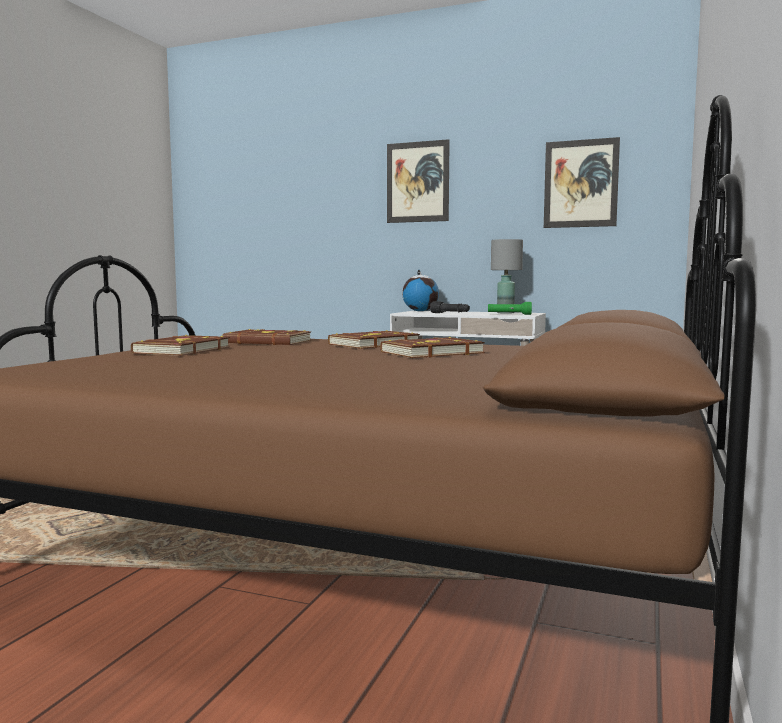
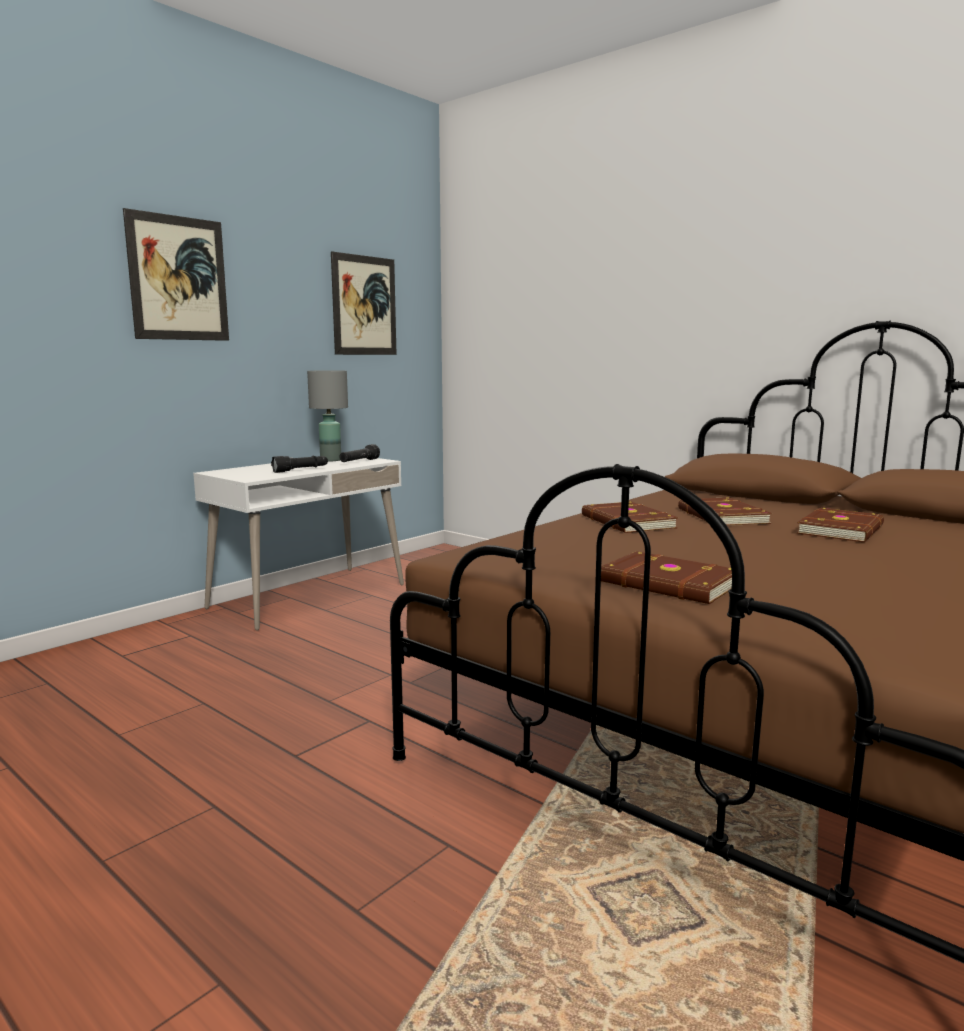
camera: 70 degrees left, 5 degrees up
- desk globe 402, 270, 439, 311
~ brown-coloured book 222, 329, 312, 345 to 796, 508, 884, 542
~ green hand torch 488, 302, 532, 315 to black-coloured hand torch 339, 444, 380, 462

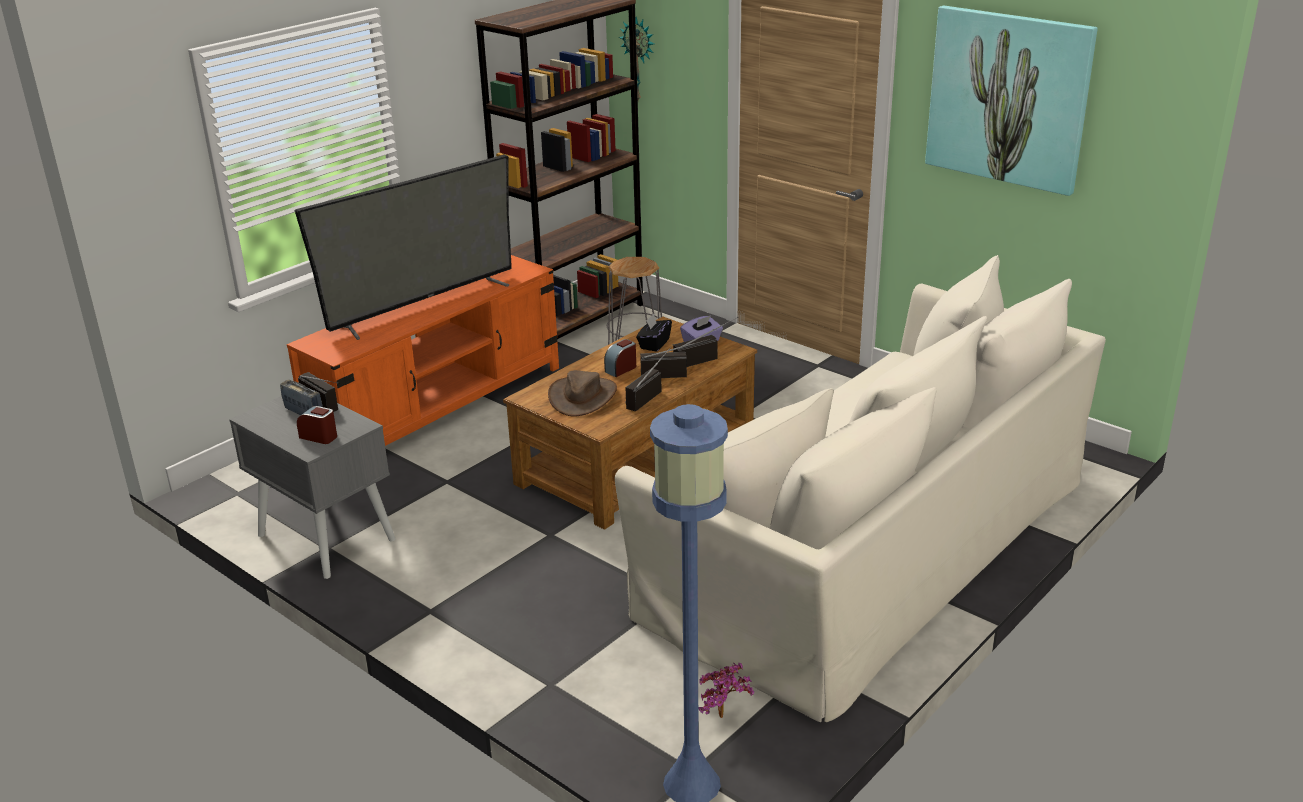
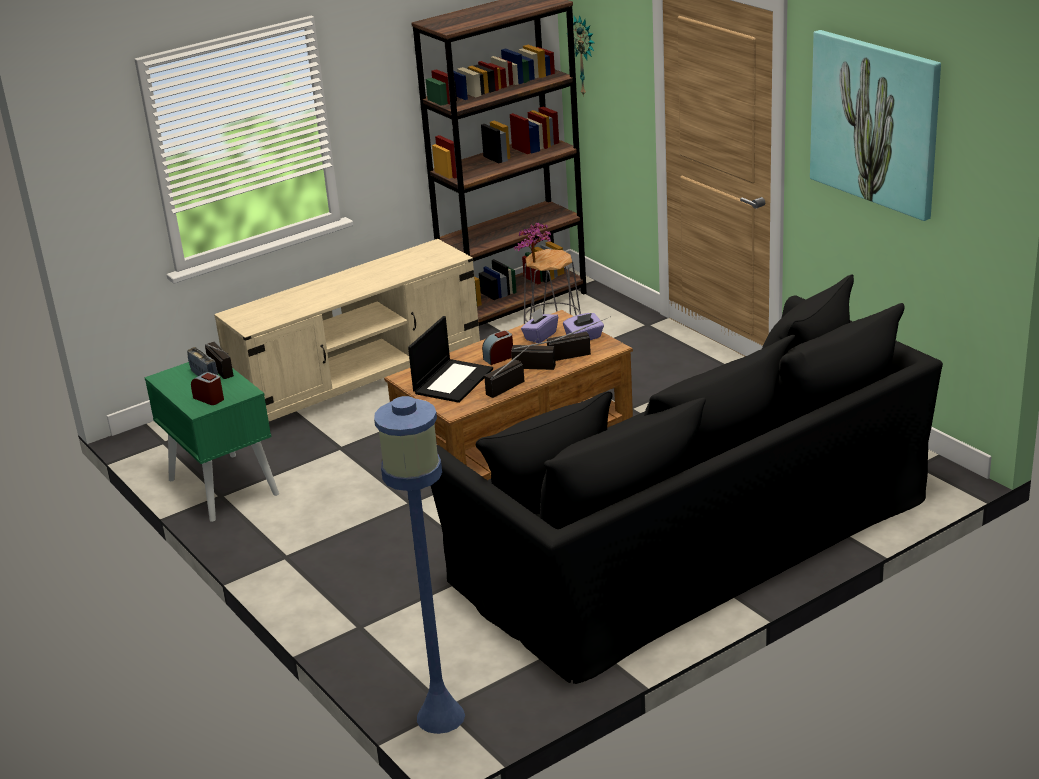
camera: 15 degrees right, 0 degrees up
- TV set 295, 155, 512, 340
~ houseplant 698, 663, 754, 718 to 514, 222, 551, 263
~ brown-coloured hat 548, 370, 617, 417 to laptop 408, 316, 493, 403
~ greyish night table 229, 396, 396, 579 to green night table 145, 362, 279, 522
~ orangey tv unit 287, 255, 559, 446 to beige tv unit 214, 239, 480, 421
~ beige couch 615, 255, 1106, 722 to black-coloured couch 431, 274, 943, 684
~ black-coloured box of tissues 636, 314, 672, 352 to purplish box of tissues 521, 308, 558, 343

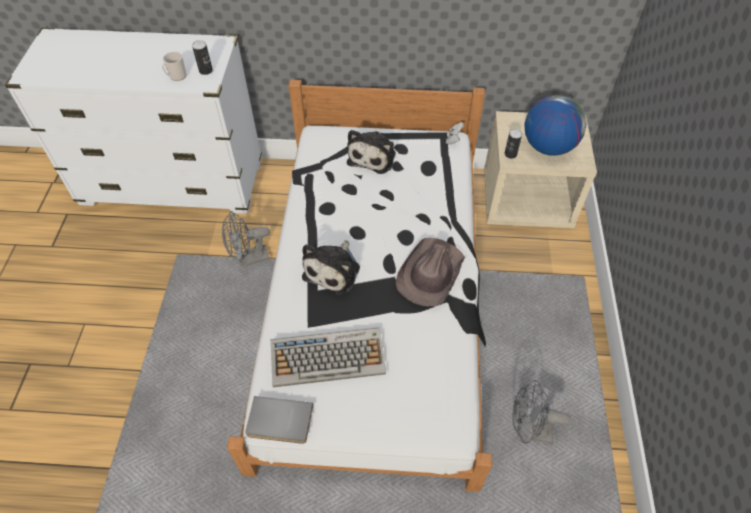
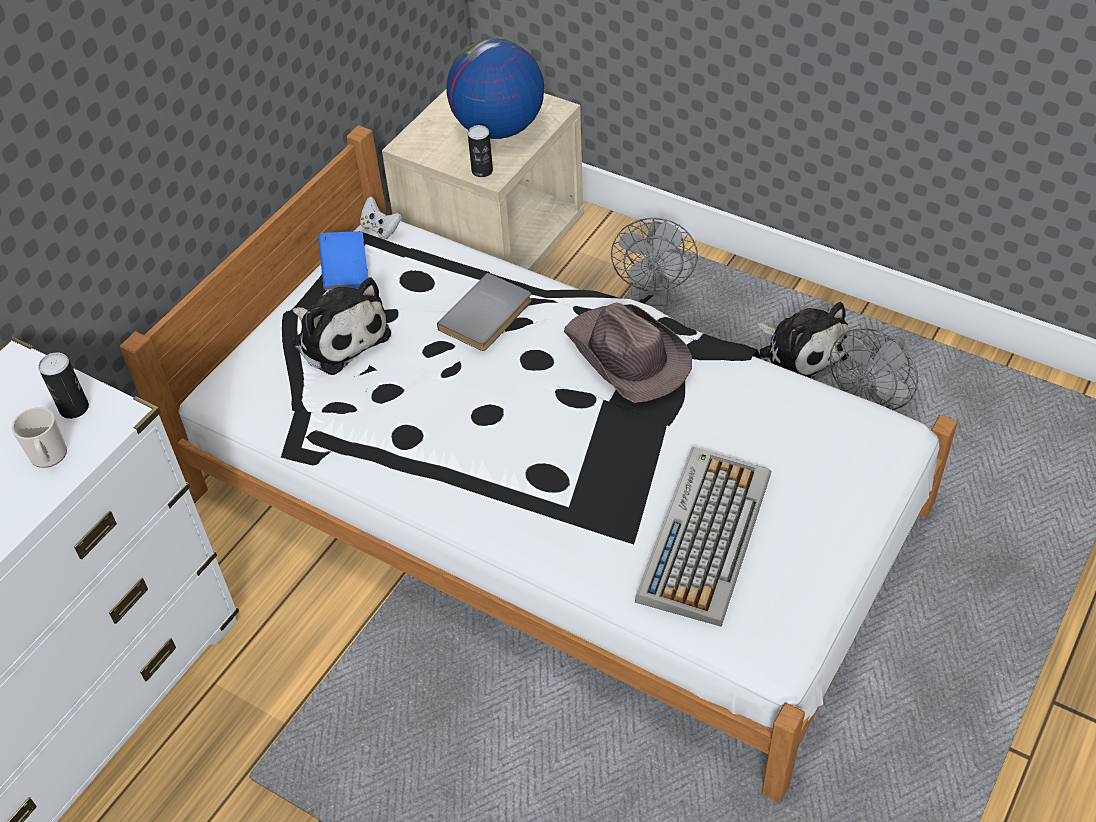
camera: 60 degrees left, 5 degrees down
+ blue book 318, 231, 368, 291
~ greyish electric fan 222, 211, 270, 267 to 611, 218, 698, 307
~ greyish book 245, 396, 313, 444 to 437, 273, 532, 351
~ plush toy 302, 240, 360, 295 to 757, 302, 849, 379

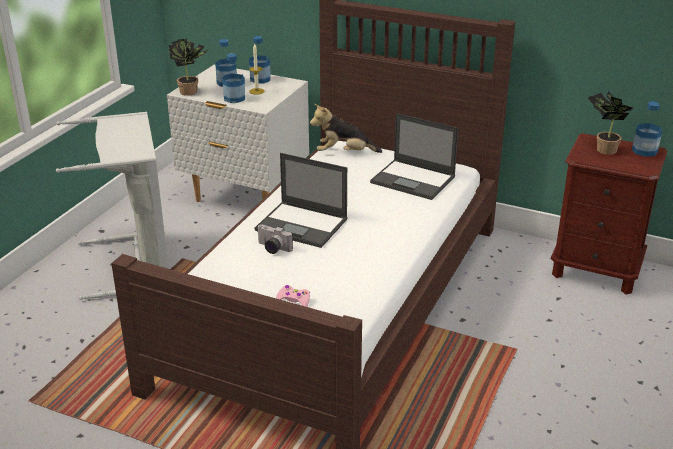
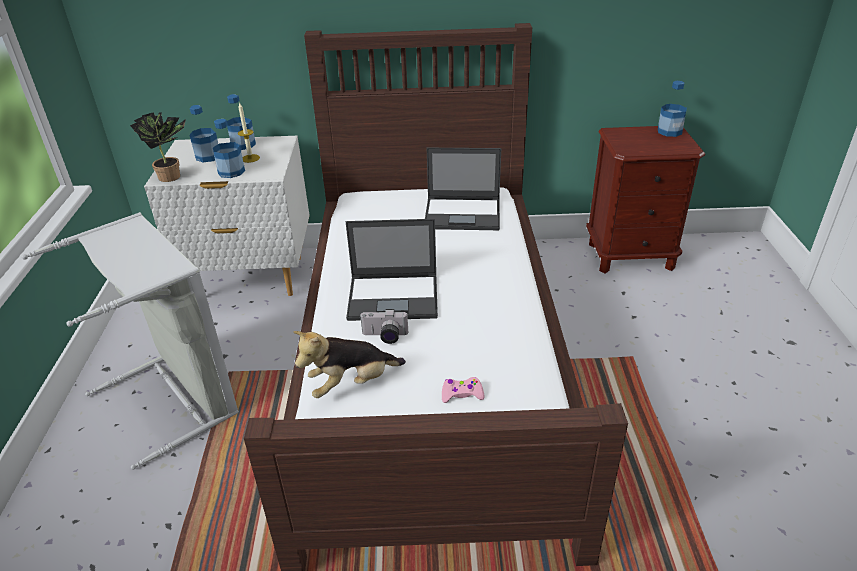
camera: 25 degrees left, 5 degrees up
- houseplant 587, 91, 633, 155
~ plush toy 310, 104, 382, 153 to 293, 331, 406, 398

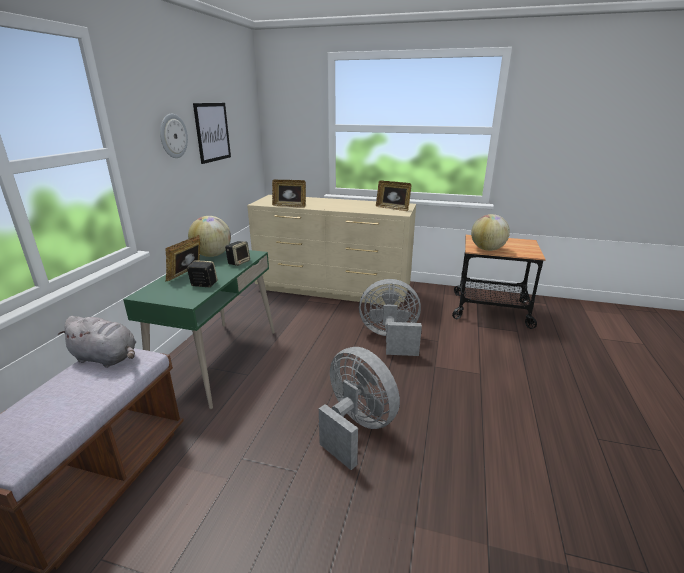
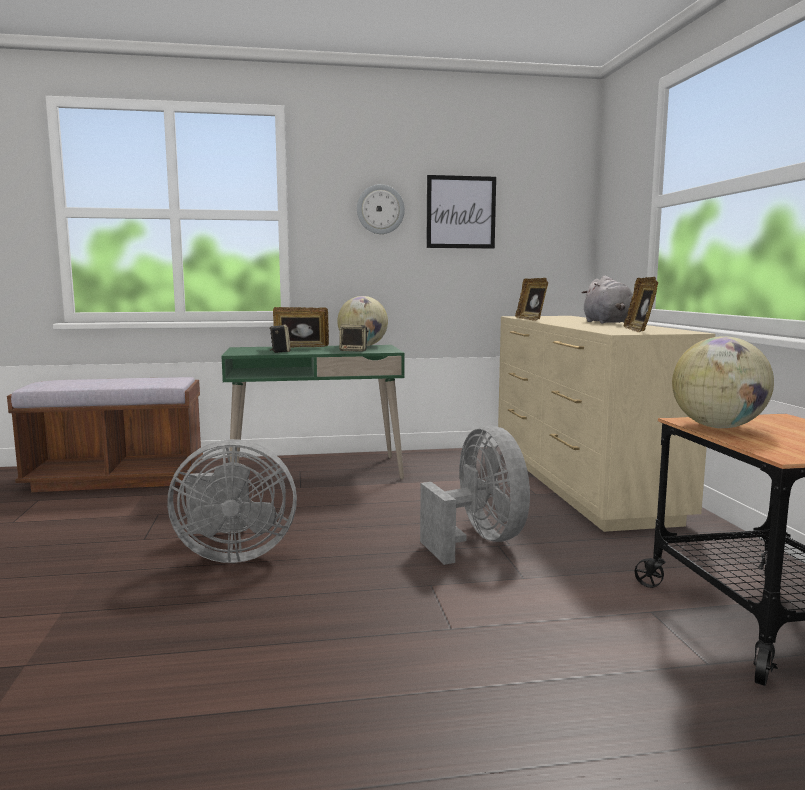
camera: 65 degrees right, 15 degrees down
~ greyish plush toy 58, 316, 136, 368 to 582, 276, 633, 324
~ greyish electric fan 319, 347, 400, 470 = 167, 439, 297, 563 60 degrees clockwise

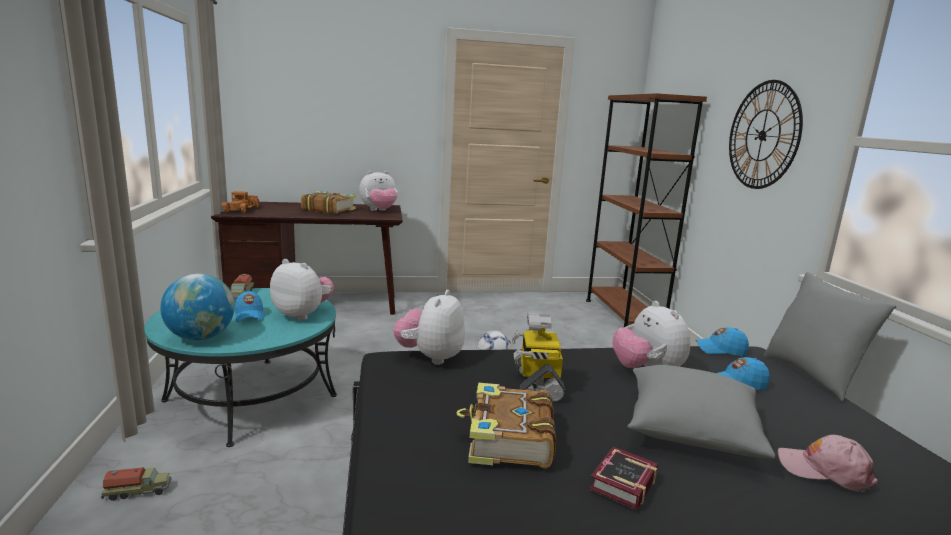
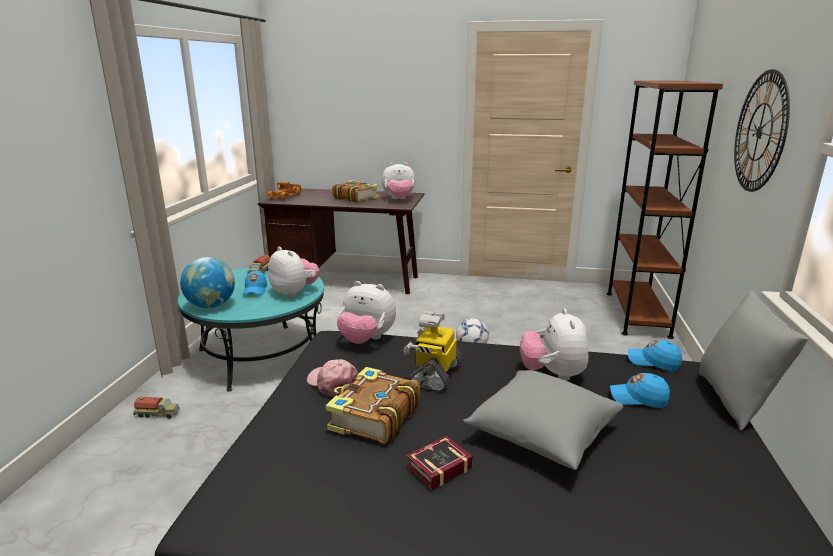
camera: 20 degrees right, 5 degrees up
~ pinkish peaked cap 778, 435, 878, 492 to 307, 359, 359, 397
~ plush toy 394, 290, 465, 365 = 337, 281, 396, 344 105 degrees counterclockwise

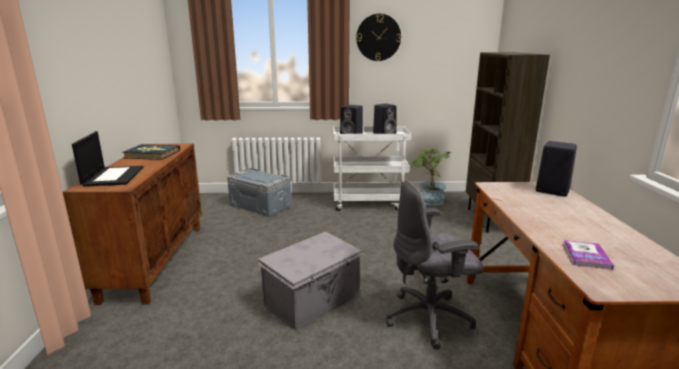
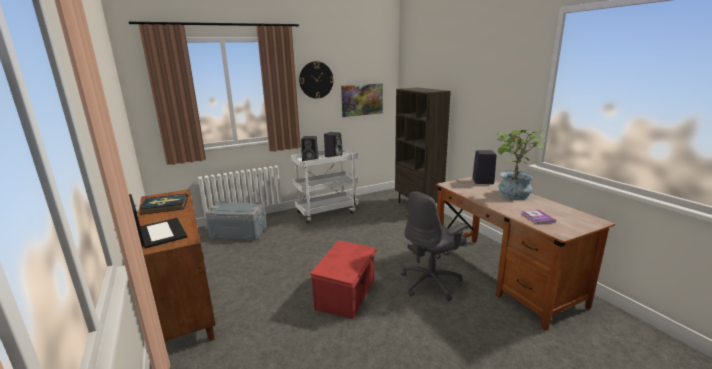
camera: 25 degrees left, 0 degrees up
+ picture 341, 83, 383, 117
~ houseplant 410, 149, 451, 206 to 496, 129, 547, 199
~ greyish storage bin 258, 231, 364, 330 to red-coloured storage bin 310, 240, 377, 319

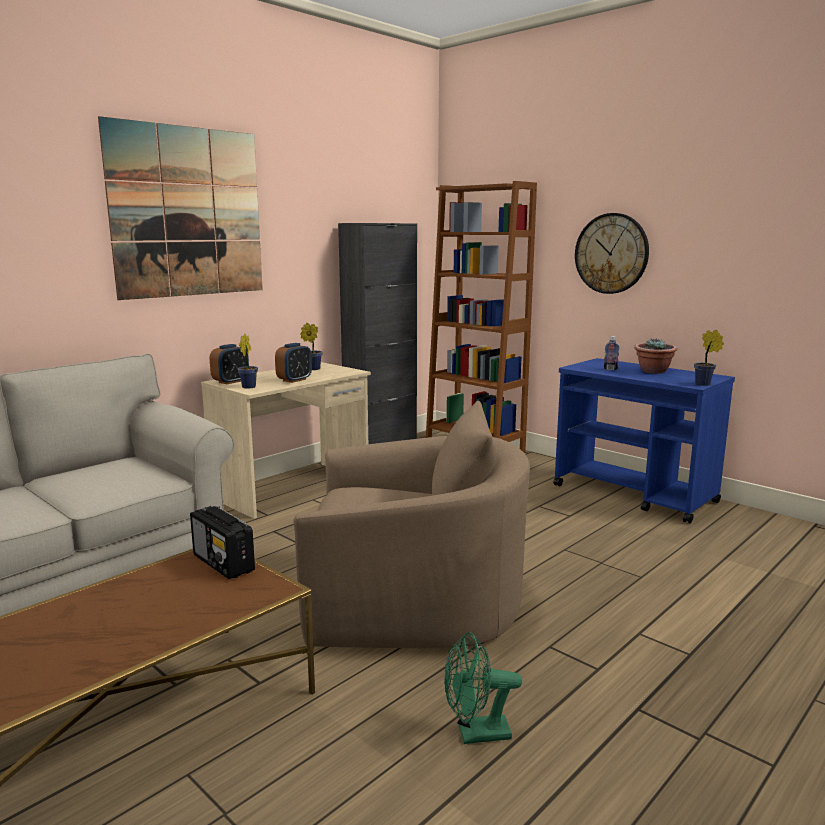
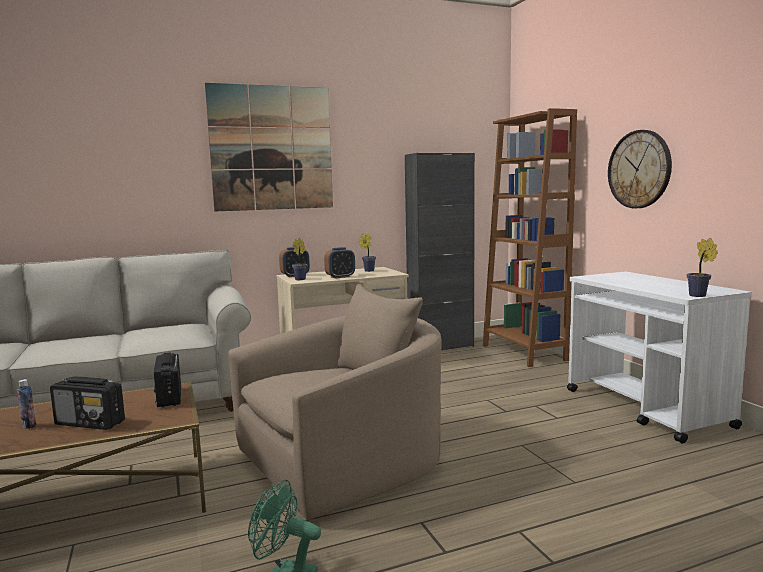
camera: 25 degrees right, 5 degrees down
- houseplant 634, 339, 678, 374
+ radio receiver 50, 376, 125, 430
~ drink bottle 603, 336, 620, 370 to 17, 379, 36, 429
~ blue trolley 553, 358, 735, 523 to whitish trolley 567, 272, 752, 444
~ beige armchair 293, 401, 530, 648 = 228, 284, 442, 520 60 degrees counterclockwise

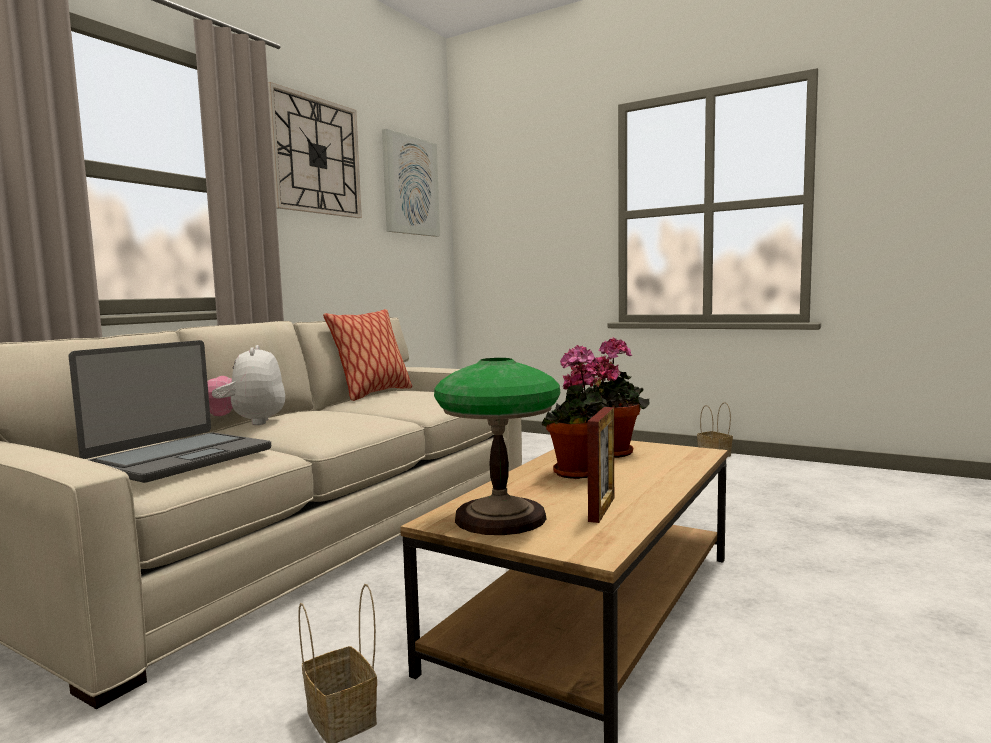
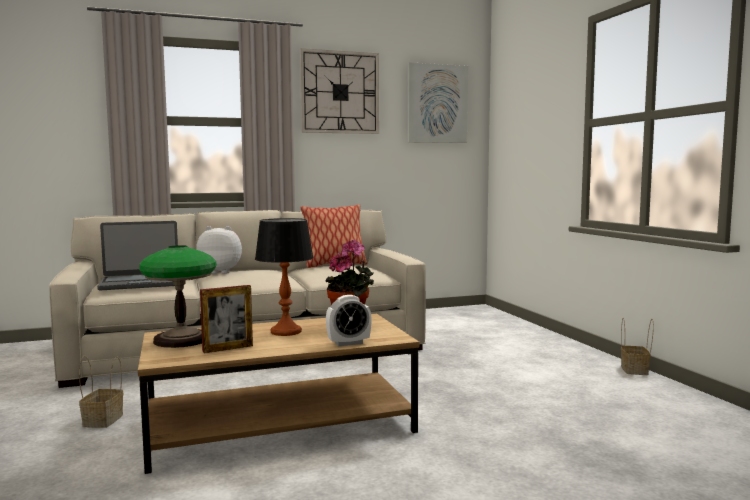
camera: 40 degrees right, 0 degrees up
+ table clock 326, 295, 372, 346
~ houseplant 541, 345, 608, 479 to tabletop lamp 255, 218, 314, 336
~ plush toy 207, 345, 285, 425 = 196, 226, 242, 274 60 degrees clockwise

